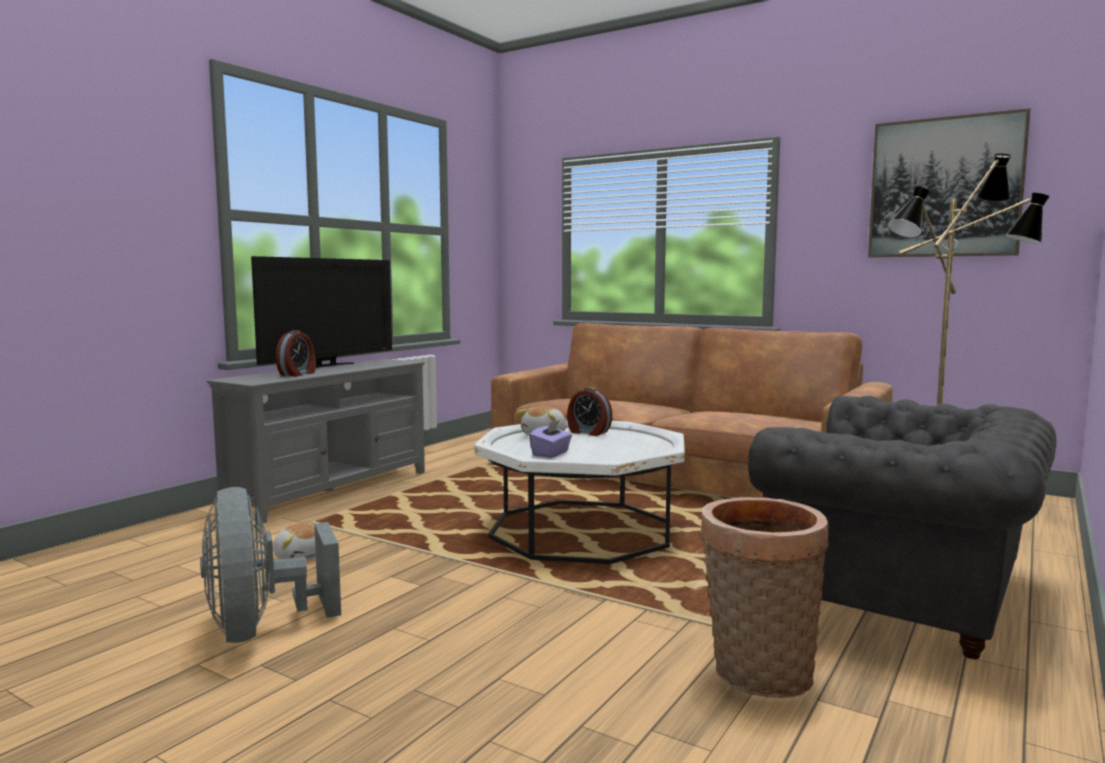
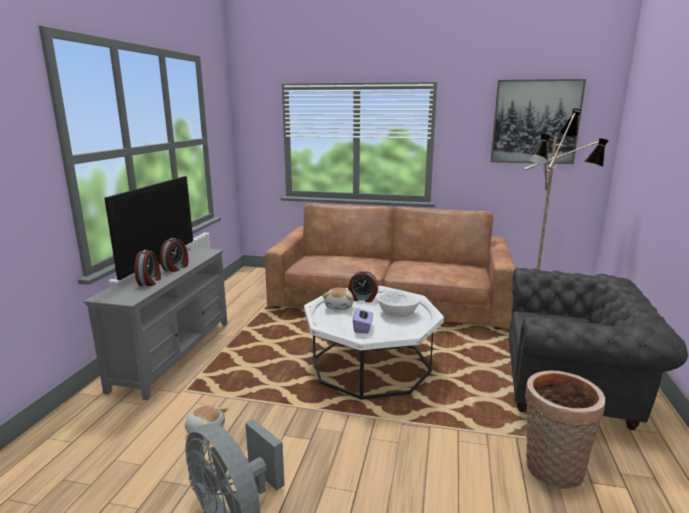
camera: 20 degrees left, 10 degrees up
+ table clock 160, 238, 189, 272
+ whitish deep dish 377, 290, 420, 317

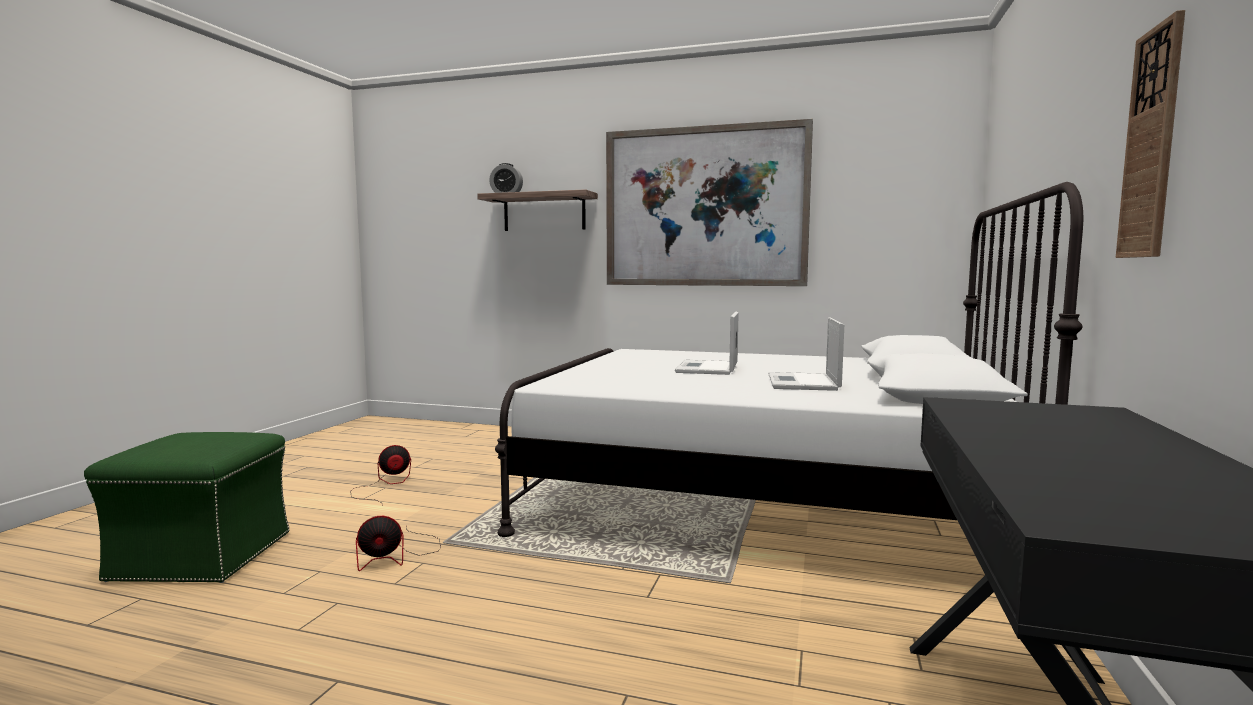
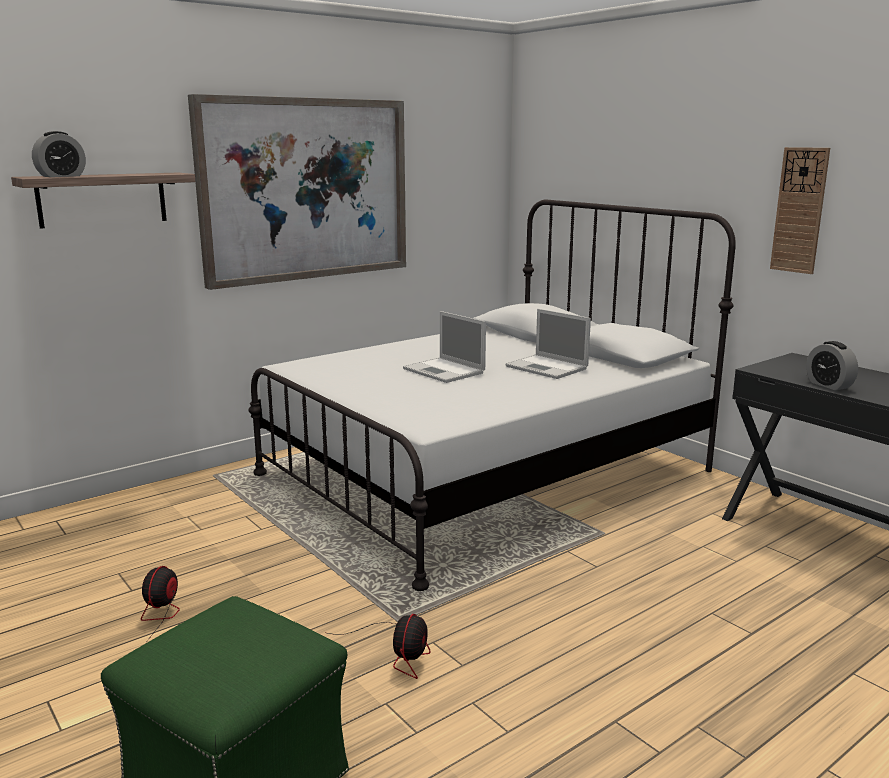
camera: 55 degrees left, 10 degrees up
+ table clock 806, 341, 858, 390

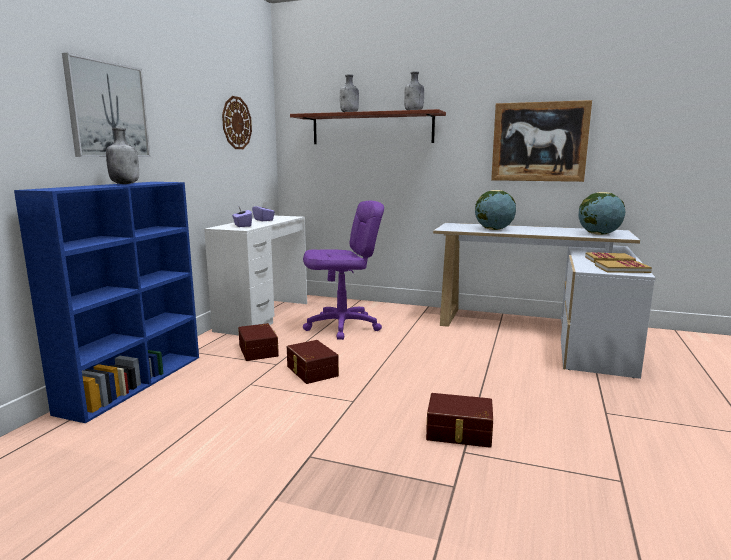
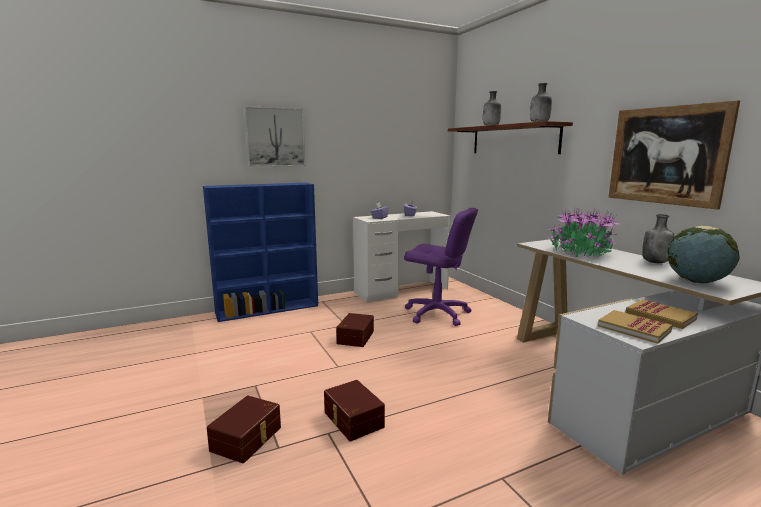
camera: 45 degrees right, 0 degrees up
- wall clock 222, 96, 252, 149
~ greyish drink bottle 106, 128, 139, 184 to 642, 214, 675, 263
~ brown-coloured storage bin 238, 323, 279, 361 to 207, 395, 281, 463
~ desk globe 475, 190, 516, 230 to houseplant 548, 209, 620, 257

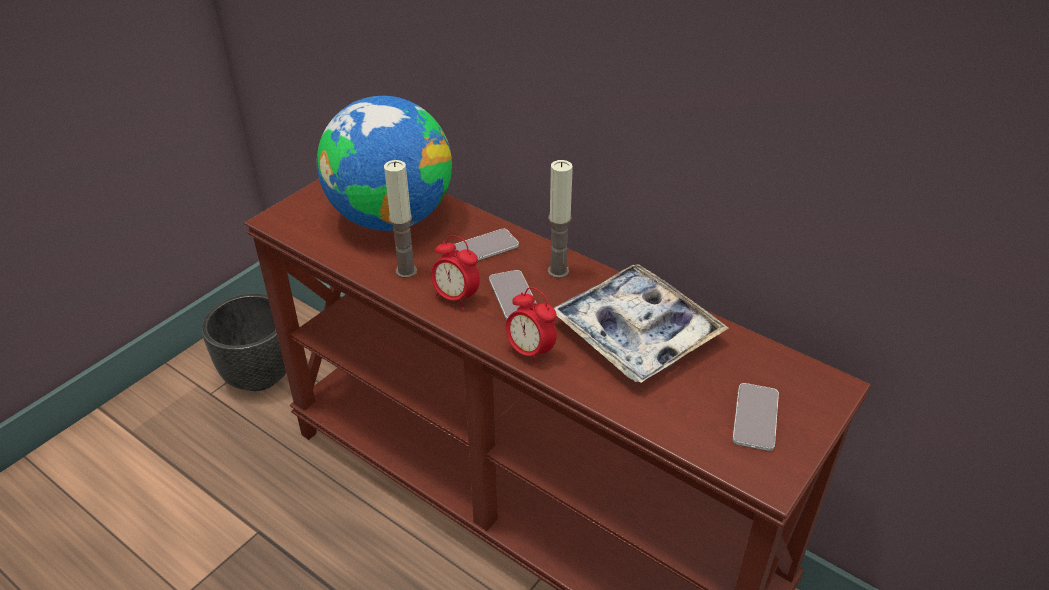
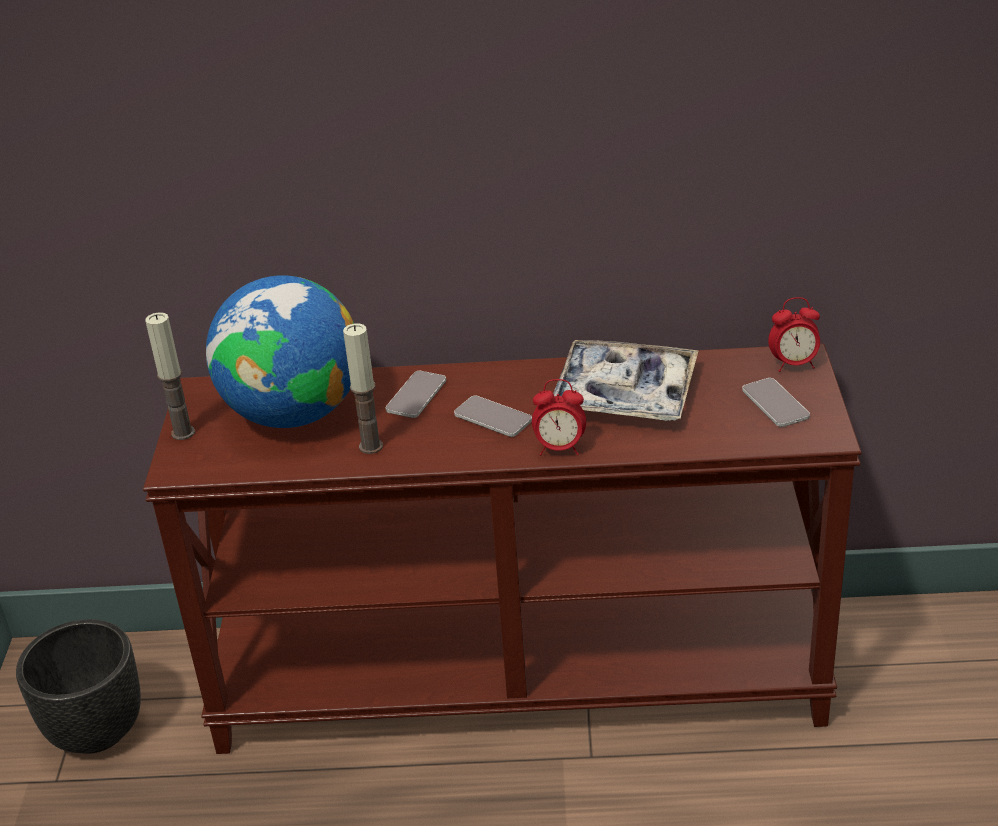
camera: 35 degrees left, 5 degrees down
~ table clock 431, 235, 480, 309 to 768, 297, 820, 372
~ candle 548, 160, 573, 278 to 145, 312, 195, 440

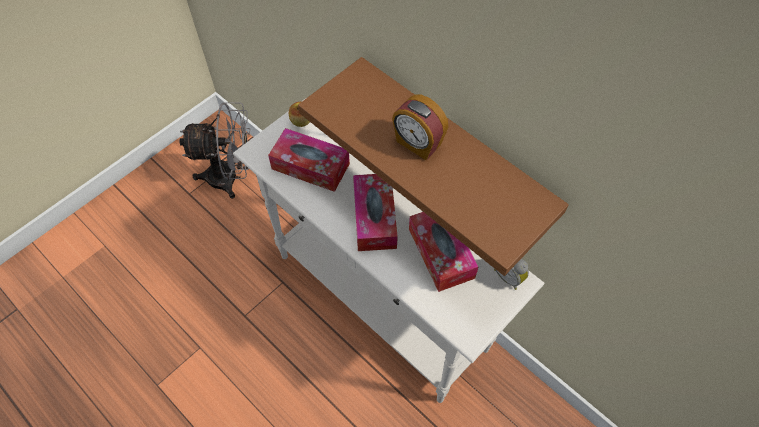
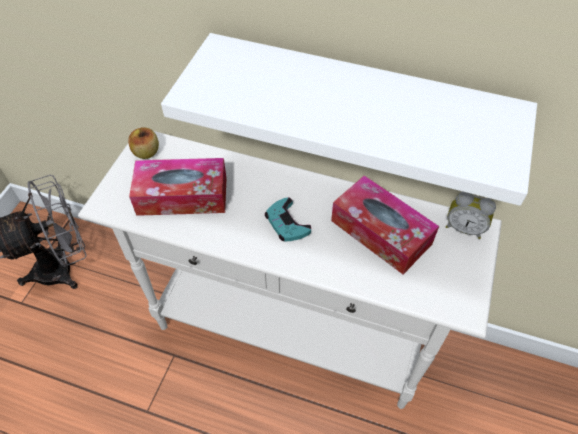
camera: 25 degrees left, 5 degrees down
- table clock 392, 94, 448, 160
~ box of tissues 353, 174, 398, 251 to turquoise gamepad 265, 197, 311, 242
~ brown-coloured bracket shelf 298, 57, 569, 276 to whitish bracket shelf 161, 33, 537, 206

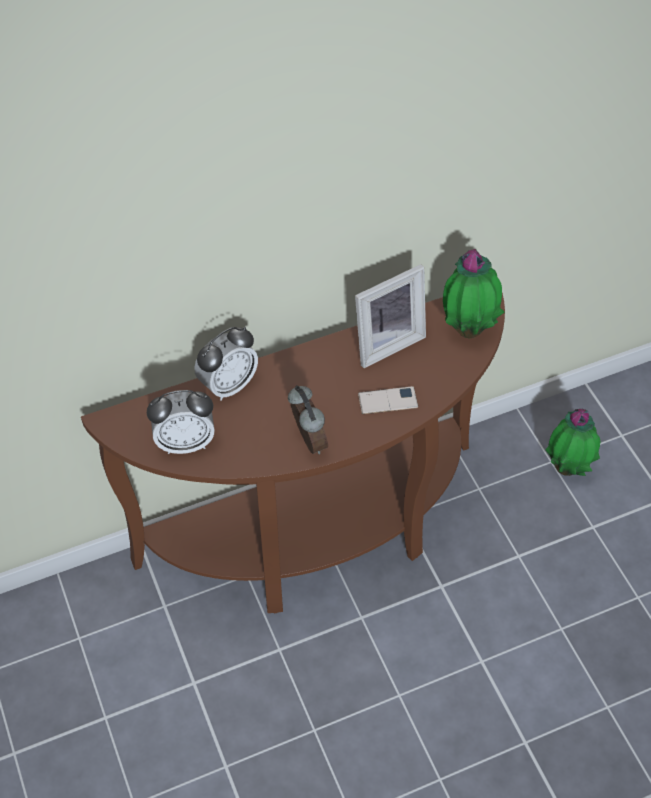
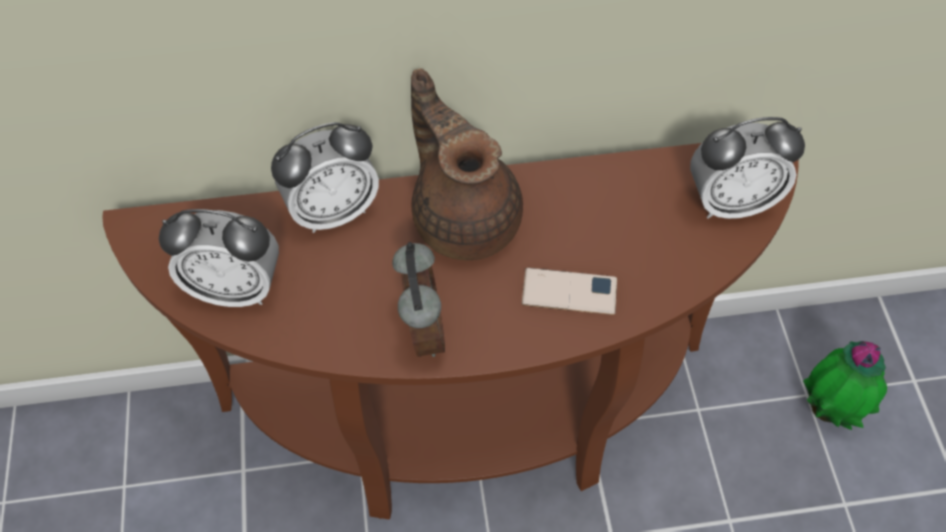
camera: 15 degrees right, 5 degrees up
- standing frame 355, 264, 426, 368
+ brown-coloured pot for tea 411, 69, 523, 260
~ houseplant 443, 249, 504, 338 to table clock 690, 117, 805, 219

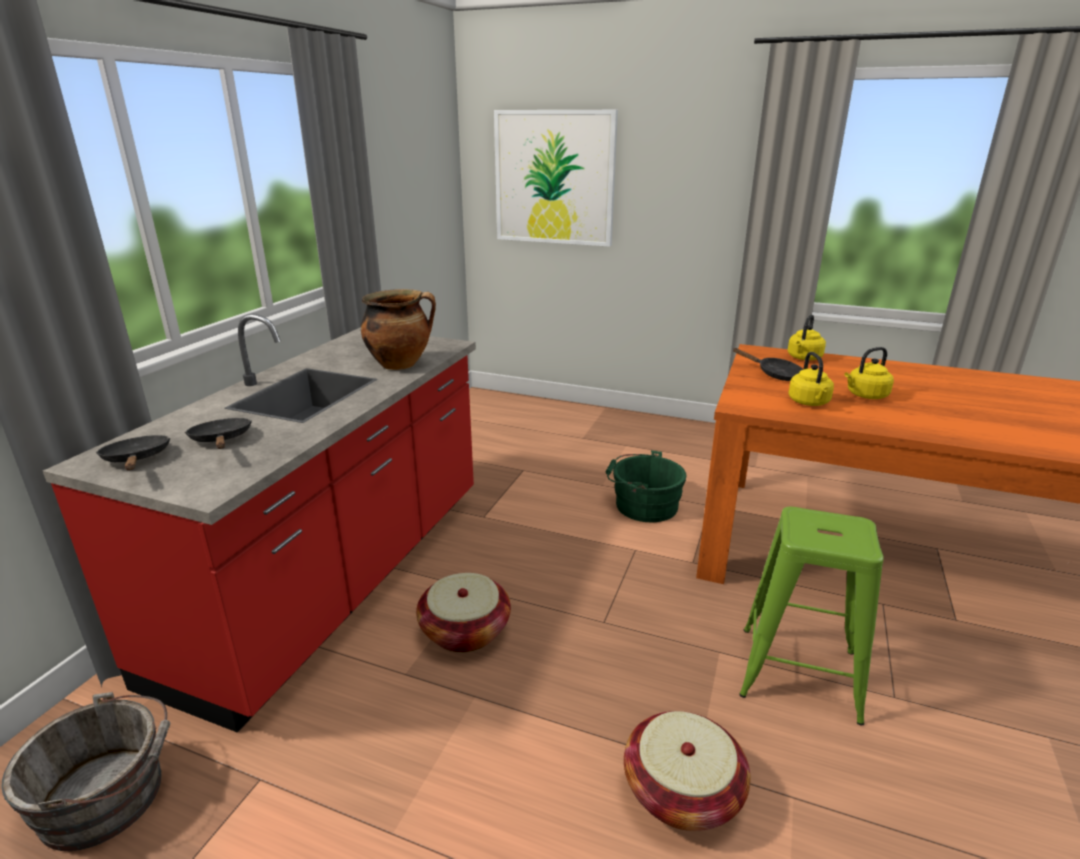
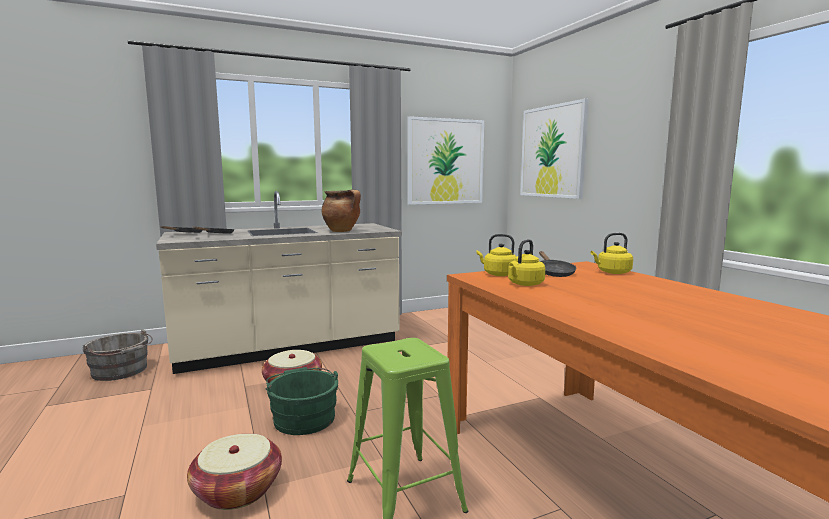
camera: 45 degrees right, 15 degrees down
+ picture 407, 116, 484, 205
~ green water bucket 606, 450, 687, 522 to 266, 367, 339, 435
~ yellowish kettle 844, 347, 894, 399 to 477, 234, 516, 276
~ red-coloured kitchen base unit 43, 314, 476, 733 to beige kitchen base unit 156, 191, 402, 374

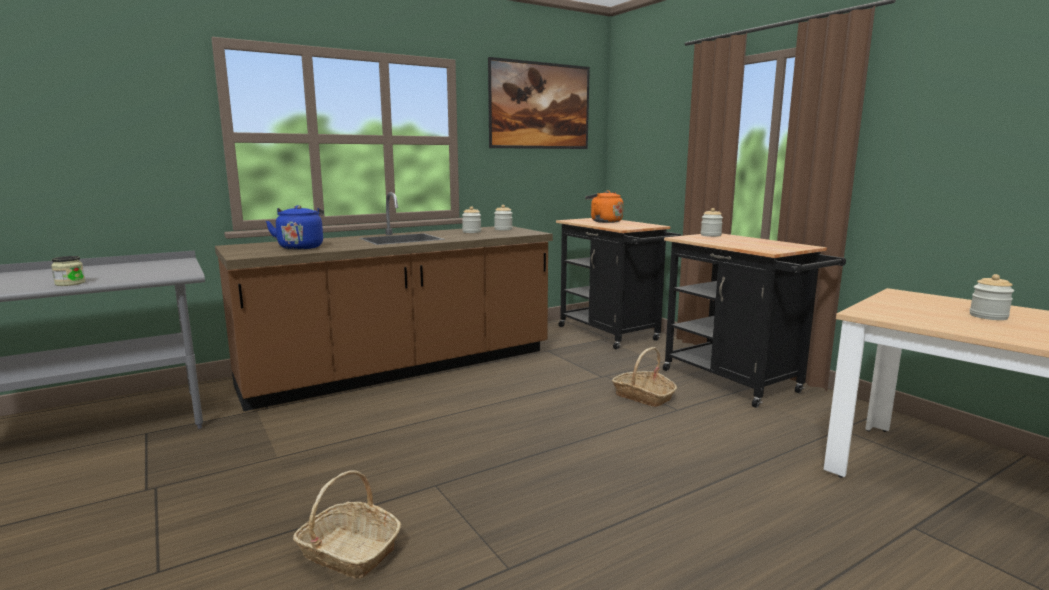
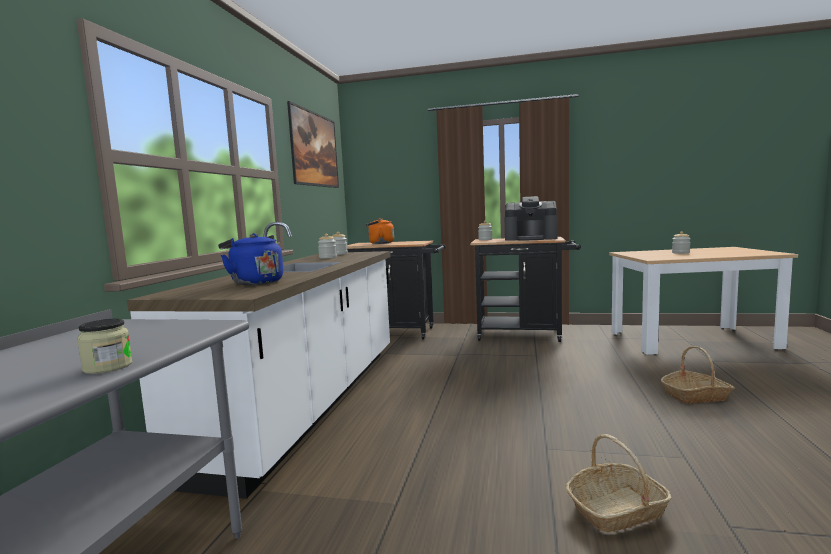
camera: 45 degrees left, 5 degrees down
+ coffee brewer 505, 196, 557, 241
~ household basket 612, 347, 677, 407 to 661, 346, 735, 404
~ brown-coloured kitchen base unit 215, 192, 553, 411 to whitish kitchen base unit 127, 222, 391, 499

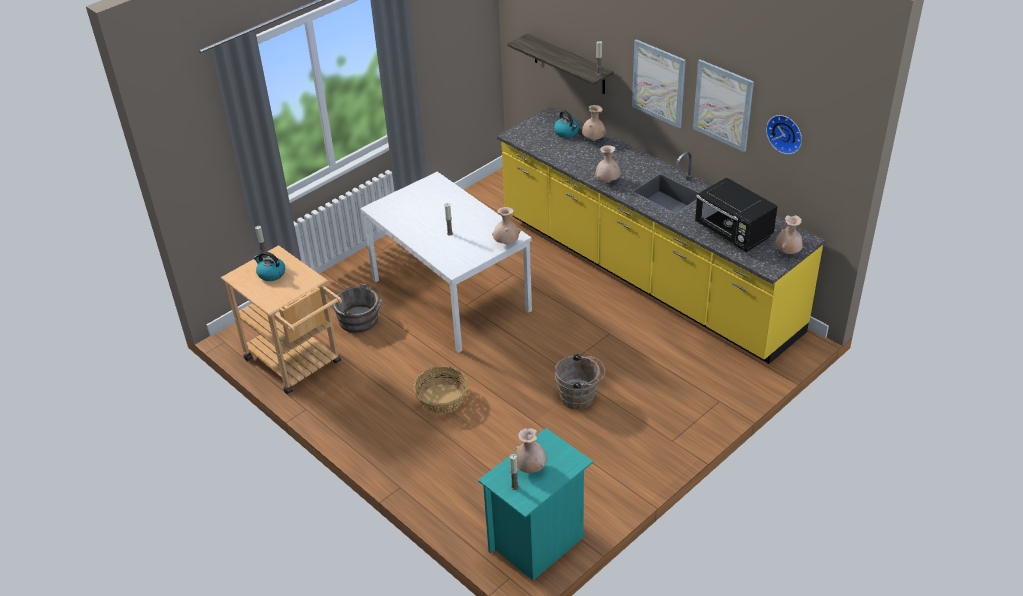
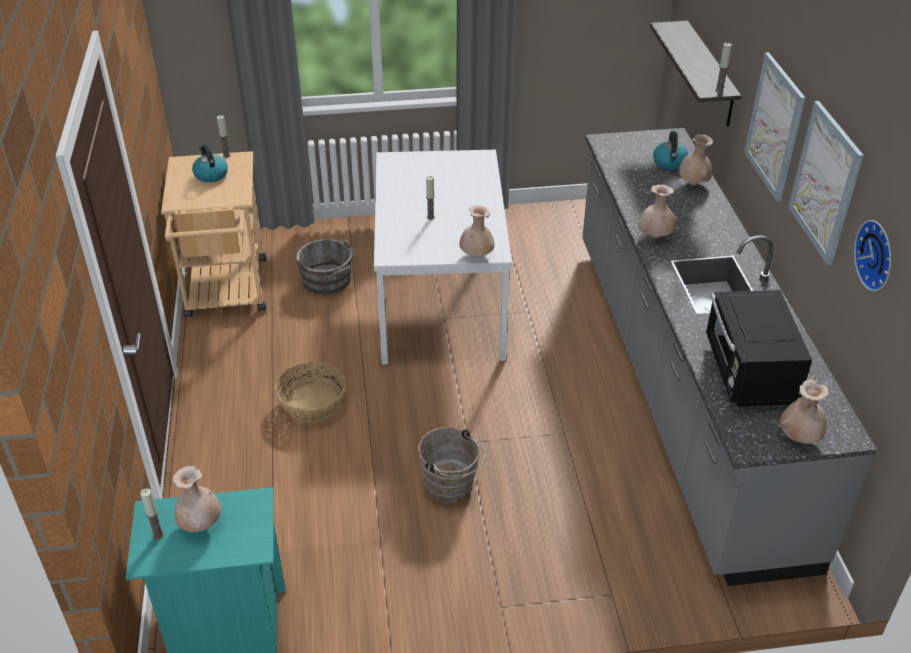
camera: 35 degrees right, 0 degrees up
~ yellowish kitchen base unit 497, 107, 825, 364 to greyish kitchen base unit 582, 128, 877, 586

